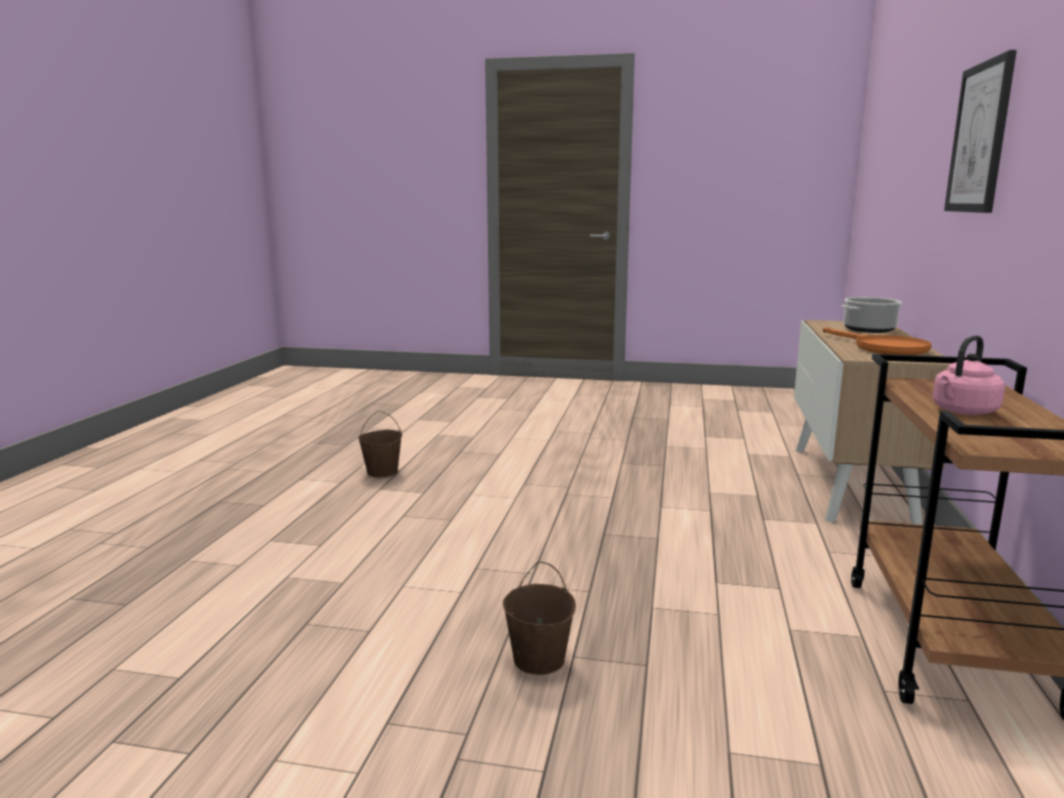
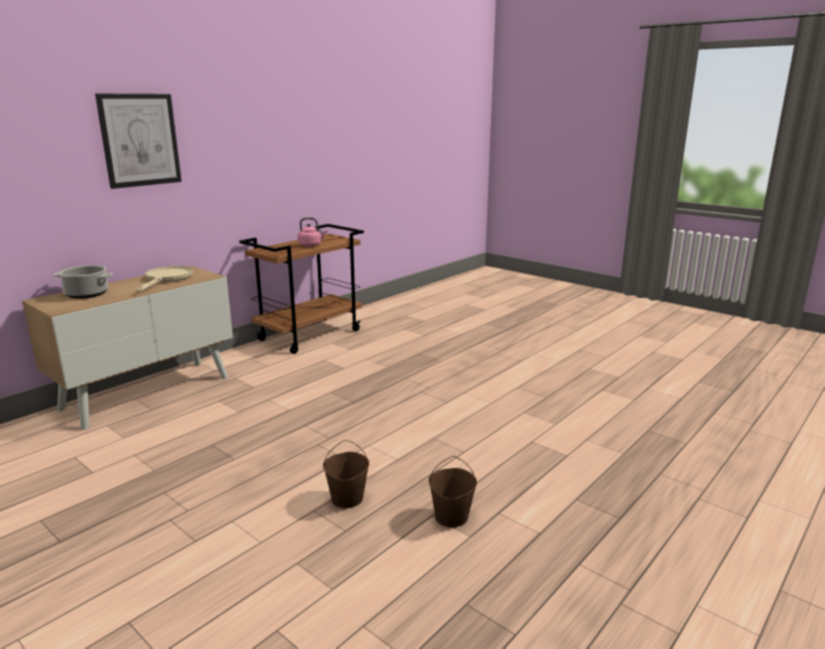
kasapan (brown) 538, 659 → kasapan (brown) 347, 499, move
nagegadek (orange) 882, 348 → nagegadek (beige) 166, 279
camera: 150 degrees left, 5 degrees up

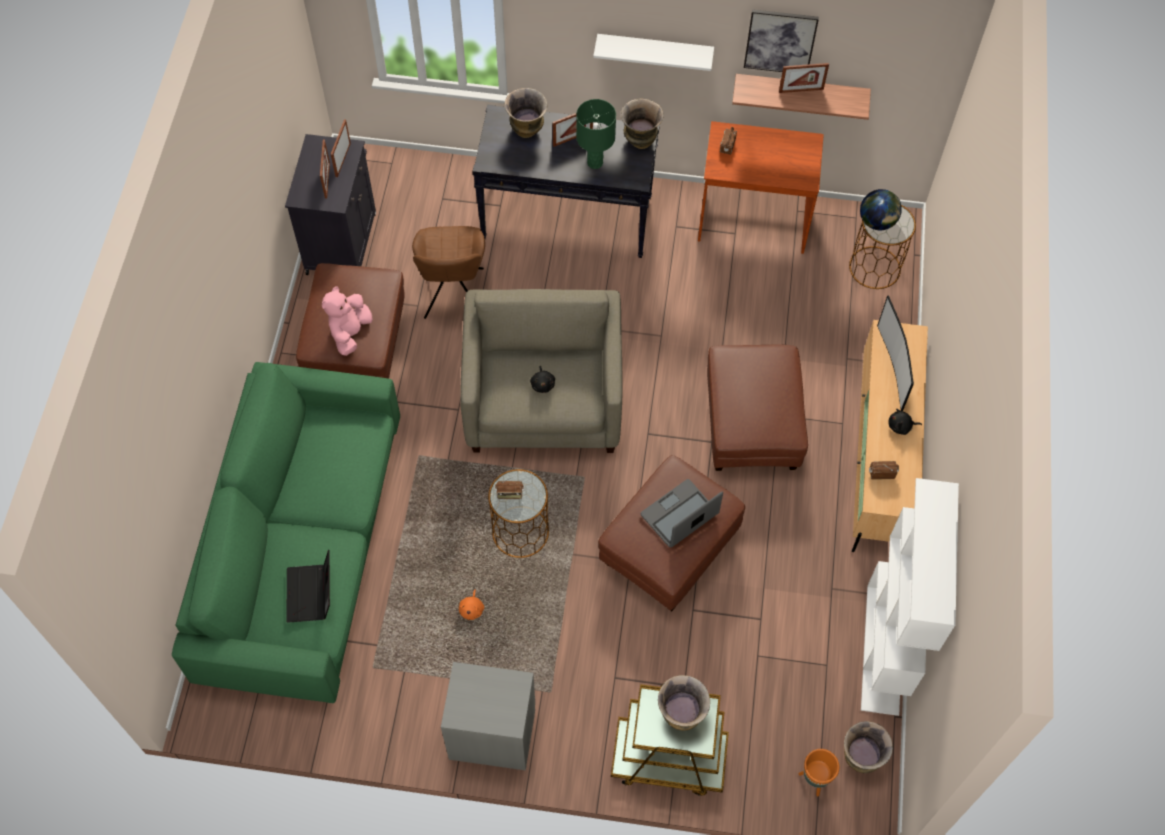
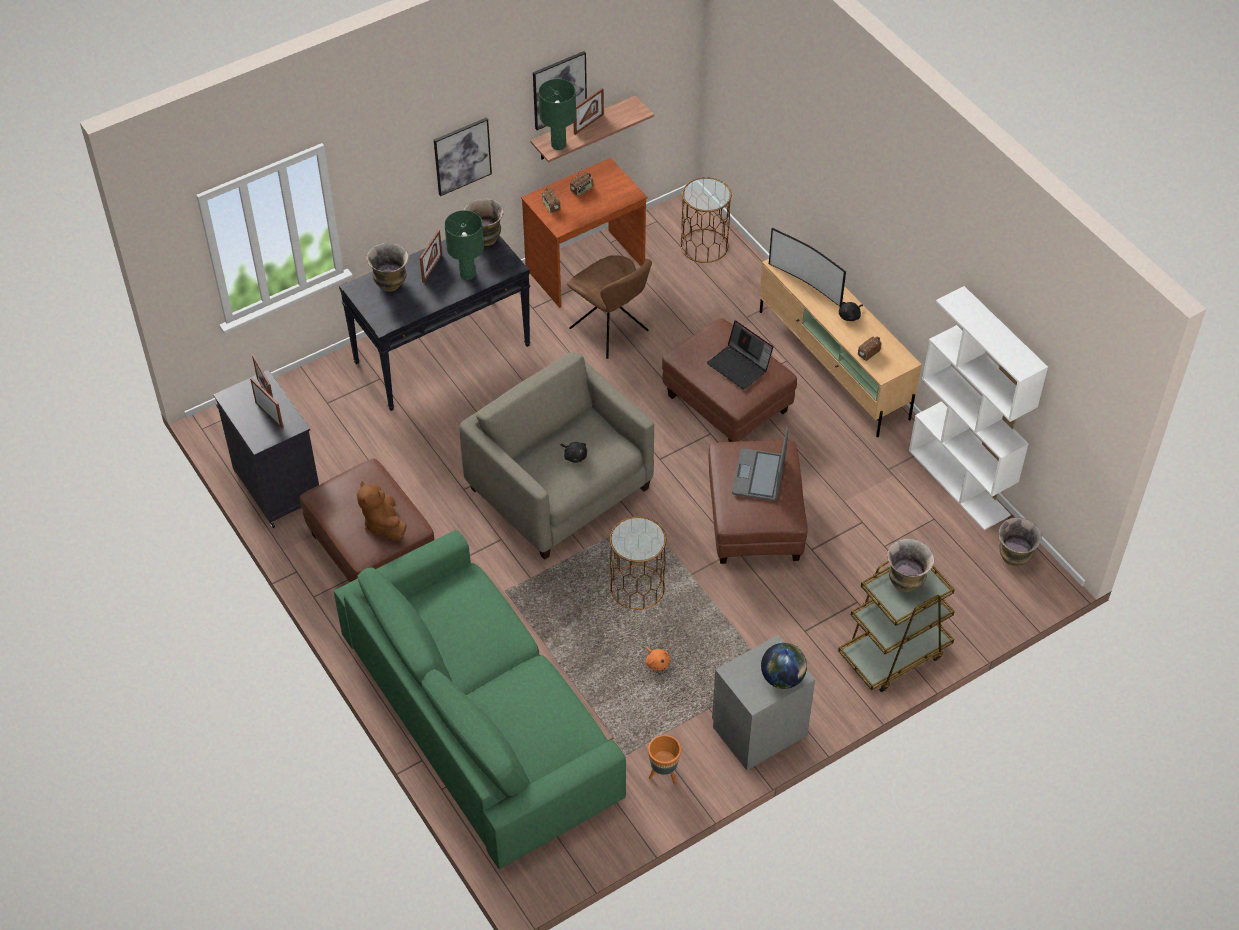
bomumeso 311, 594 → bomumeso 740, 366, move
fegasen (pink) 350, 332 → fegasen (brown) 383, 523
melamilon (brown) 453, 296 → melamilon (brown) 611, 331, move
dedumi 509, 494 → dedumi 582, 190, move
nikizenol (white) 654, 51 → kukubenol 462, 156
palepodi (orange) 814, 780 → palepodi (orange) 663, 774, move
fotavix 877, 222 → fotavix 782, 678, move
- → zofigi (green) 558, 145
camera: 40 degrees left, 10 degrees down

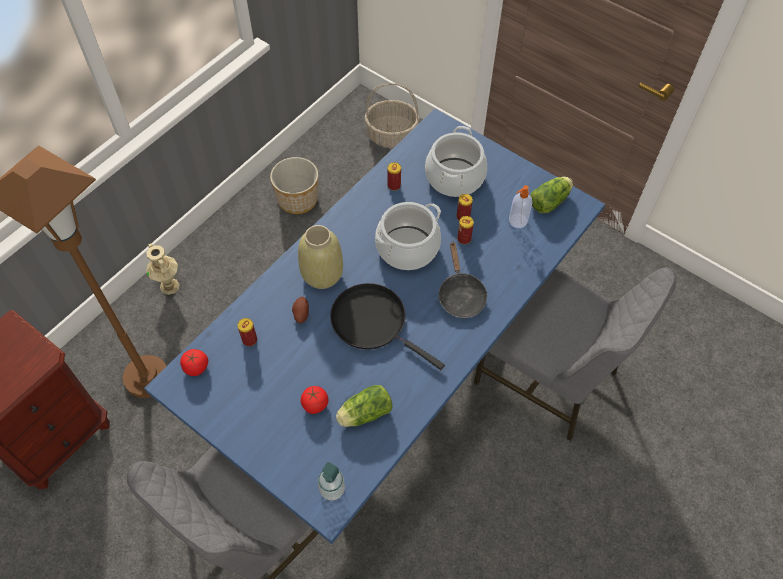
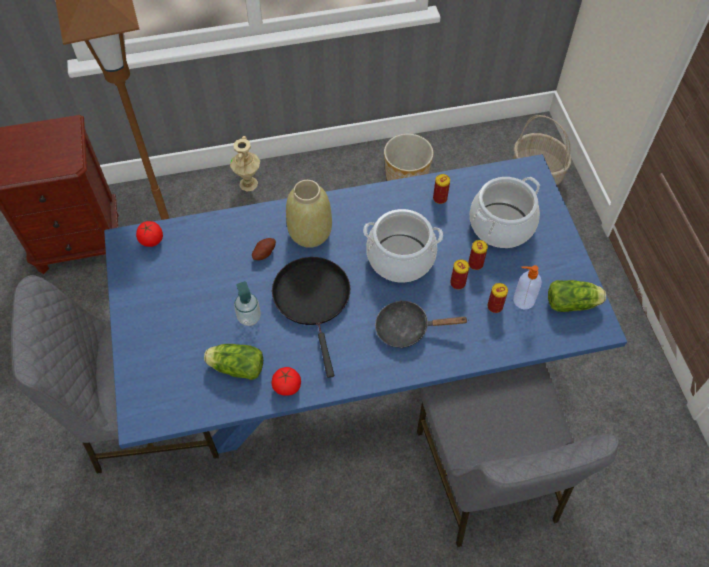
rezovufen 249, 340 → rezovufen 495, 306, move
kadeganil 315, 404 → kadeganil 287, 386, move
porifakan 332, 489 → porifakan 249, 317, move
nagegadek (black) 460, 295 → nagegadek (black) 407, 328, 60 degrees clockwise
camera: 40 degrees right, 0 degrees up

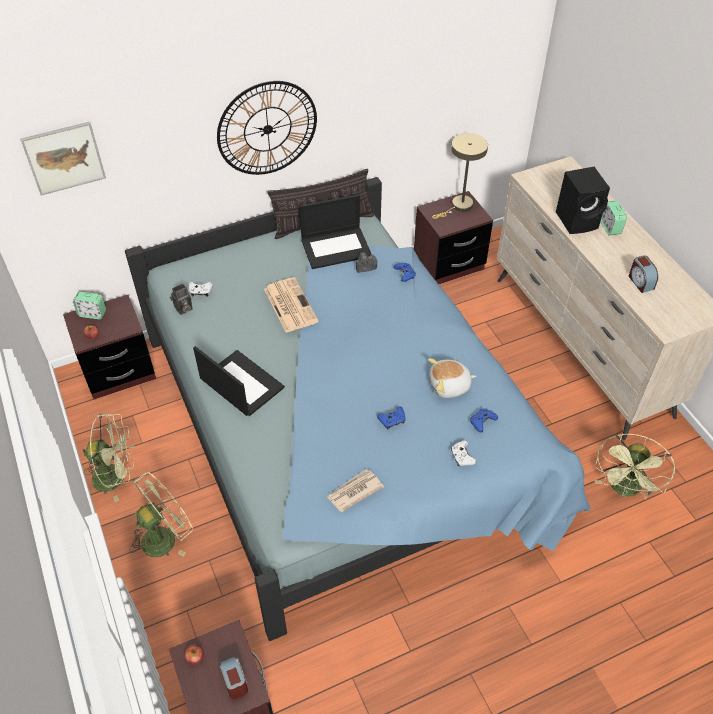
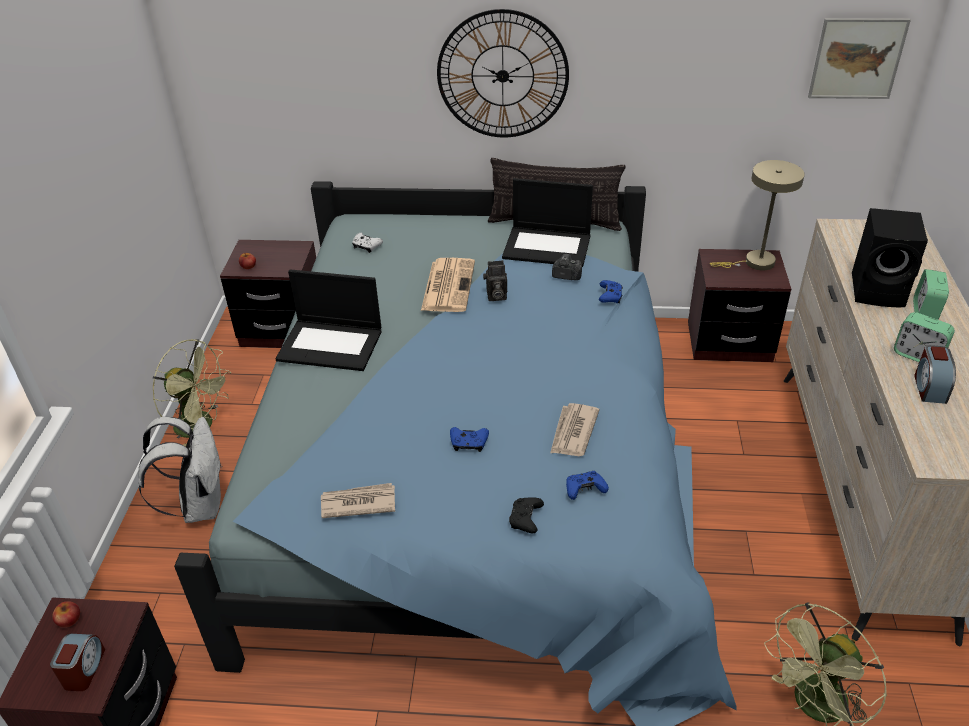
kukubenol 64, 158 → kukubenol 857, 58, move
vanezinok 92, 314 → vanezinok 917, 355, move
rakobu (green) 164, 536 → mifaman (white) 199, 505
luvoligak 183, 309 → luvoligak 495, 296, move
bomumeso 240, 383 → bomumeso 331, 344, 120 degrees clockwise
fegasen 449, 386 → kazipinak 573, 432
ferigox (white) 462, 457 → ferigox (black) 525, 519
camera: 30 degrees right, 10 degrees down

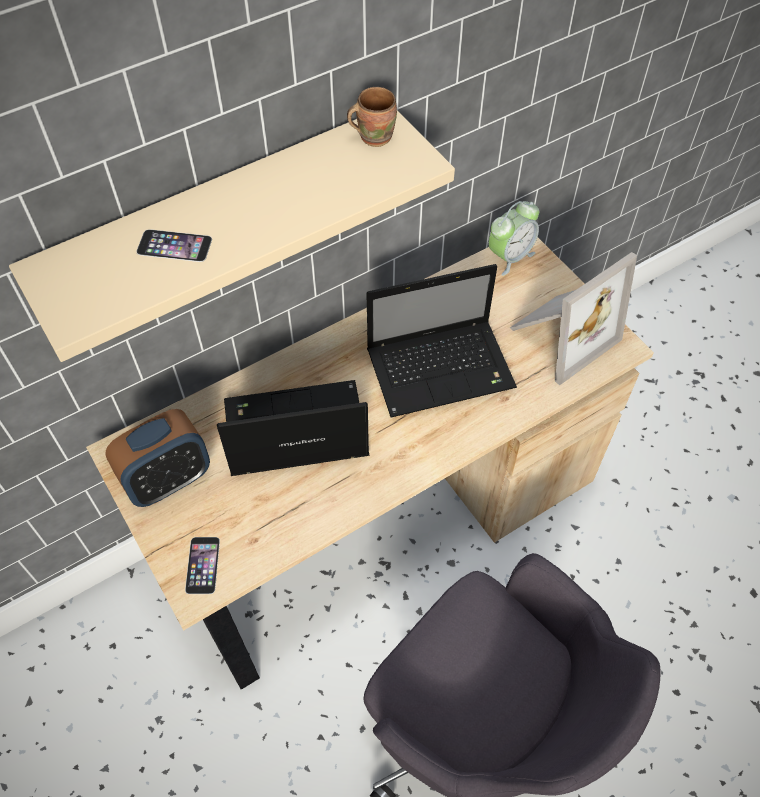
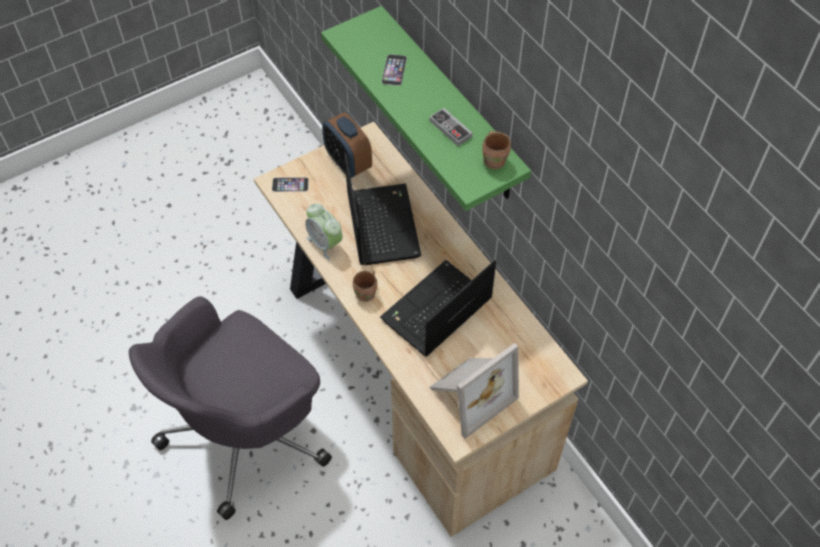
nikizenol (beige) 221, 219 → nikizenol (green) 450, 107
bomumeso 443, 368 → bomumeso 435, 312, 60 degrees clockwise
vanezinok 510, 257 → vanezinok 325, 243, move
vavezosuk 560, 335 → vavezosuk 469, 394, 90 degrees counterclockwise
- → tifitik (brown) 367, 293
- → ferigox 450, 129
camera: 90 degrees right, 0 degrees up

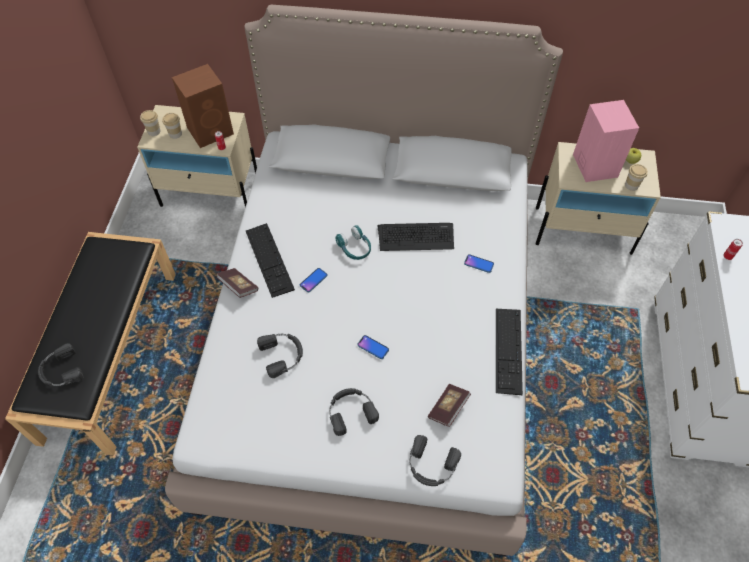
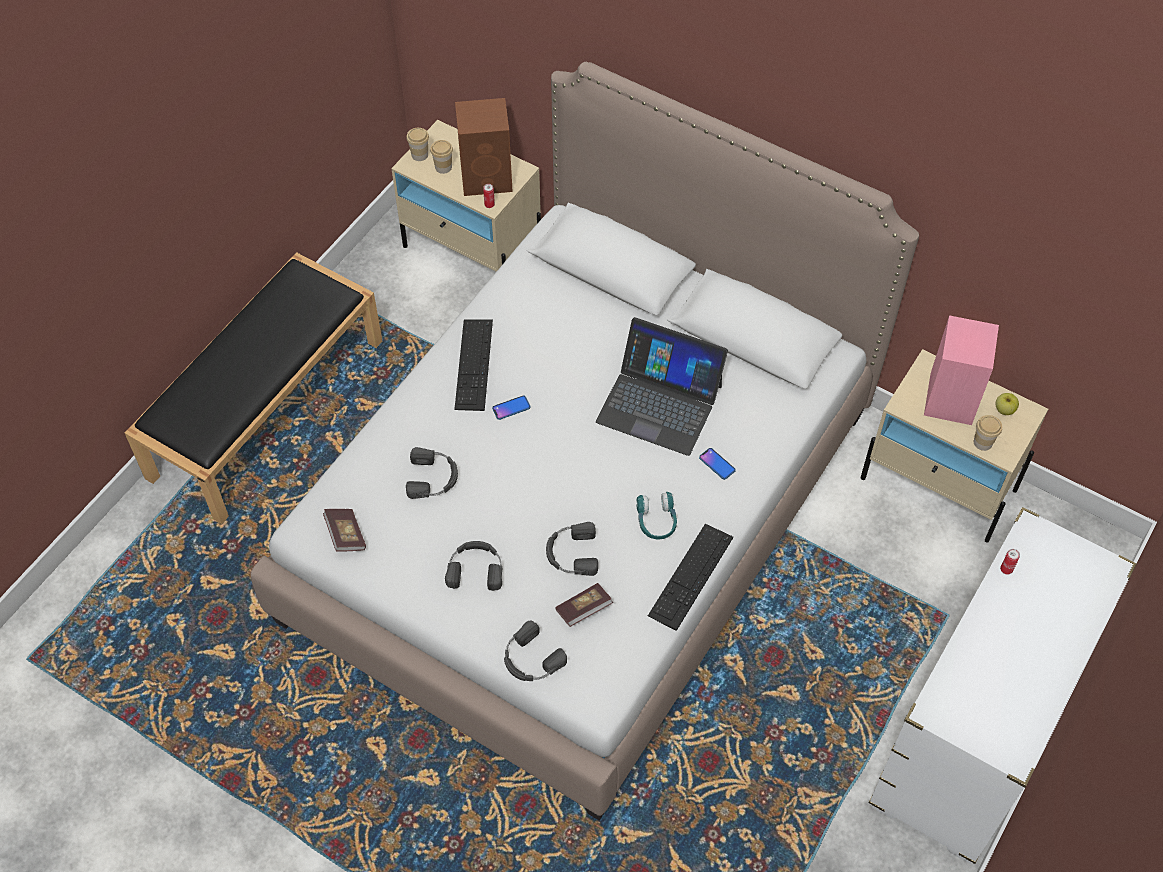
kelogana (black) 60, 370 → kelogana (black) 571, 553, move
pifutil 238, 287 → pifutil 345, 535, move
kelogana (turquoise) 354, 248 → kelogana (turquoise) 656, 521, move
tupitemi 373, 347 → -
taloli 416, 237 → bomumeso 659, 403
camera: 25 degrees right, 0 degrees up

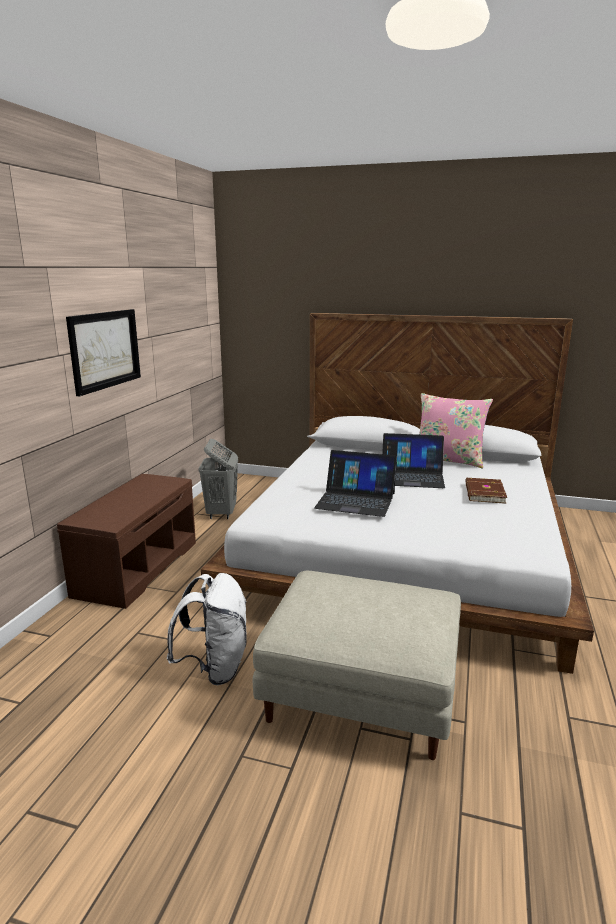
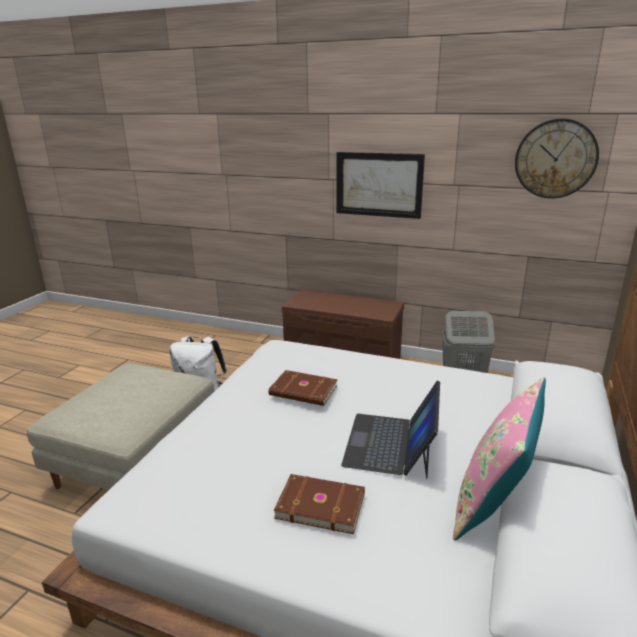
bomumeso 355, 500 → pifutil (brown) 303, 391
- → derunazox 555, 159
camera: 95 degrees right, 5 degrees up

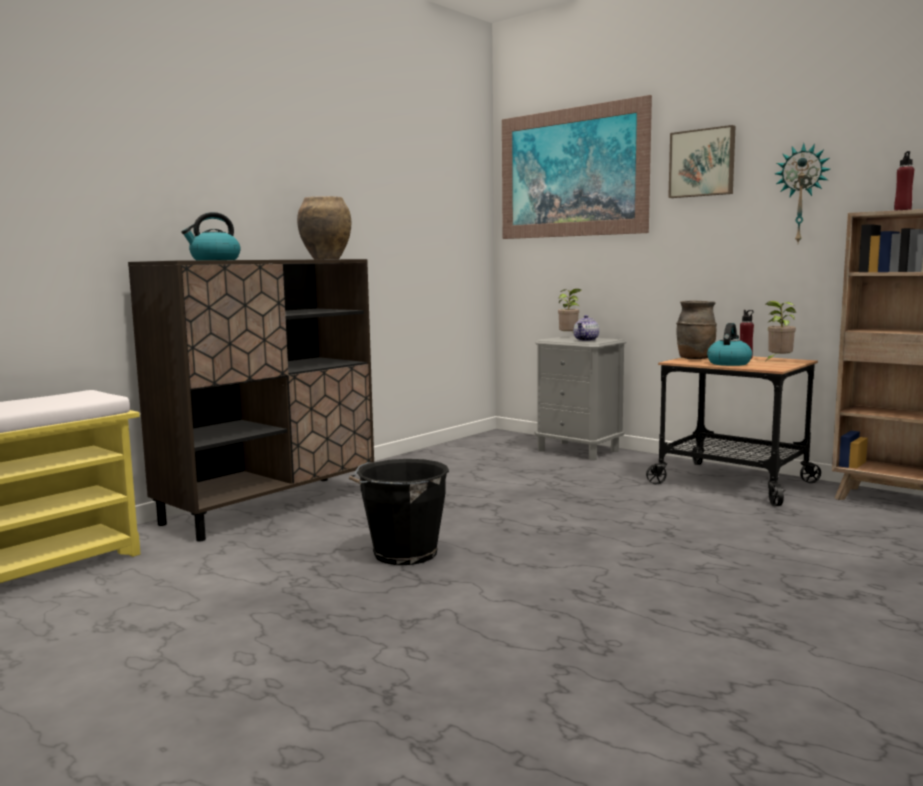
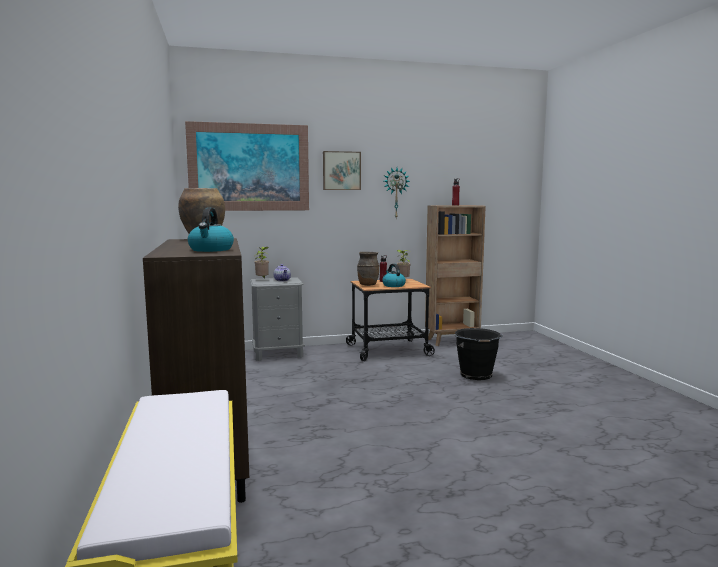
kasapan (black) 402, 554 → kasapan (black) 476, 375, move
camera: 55 degrees left, 0 degrees up

